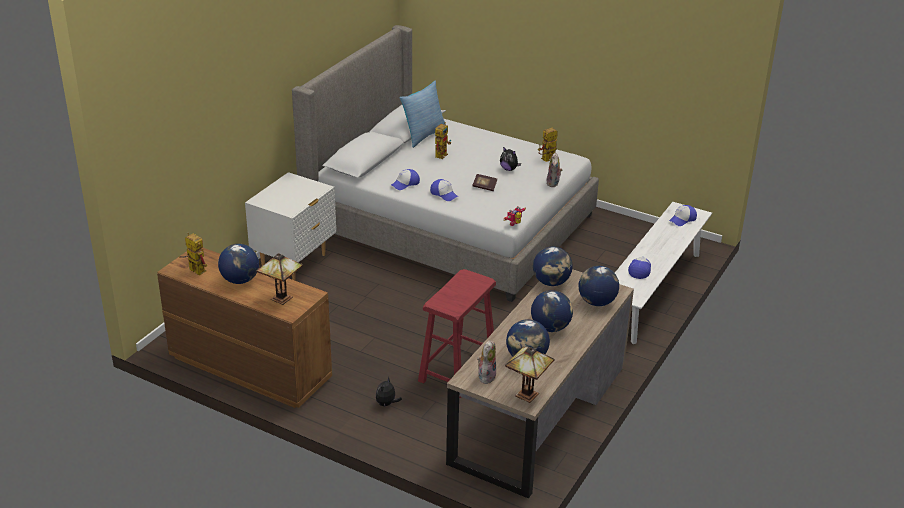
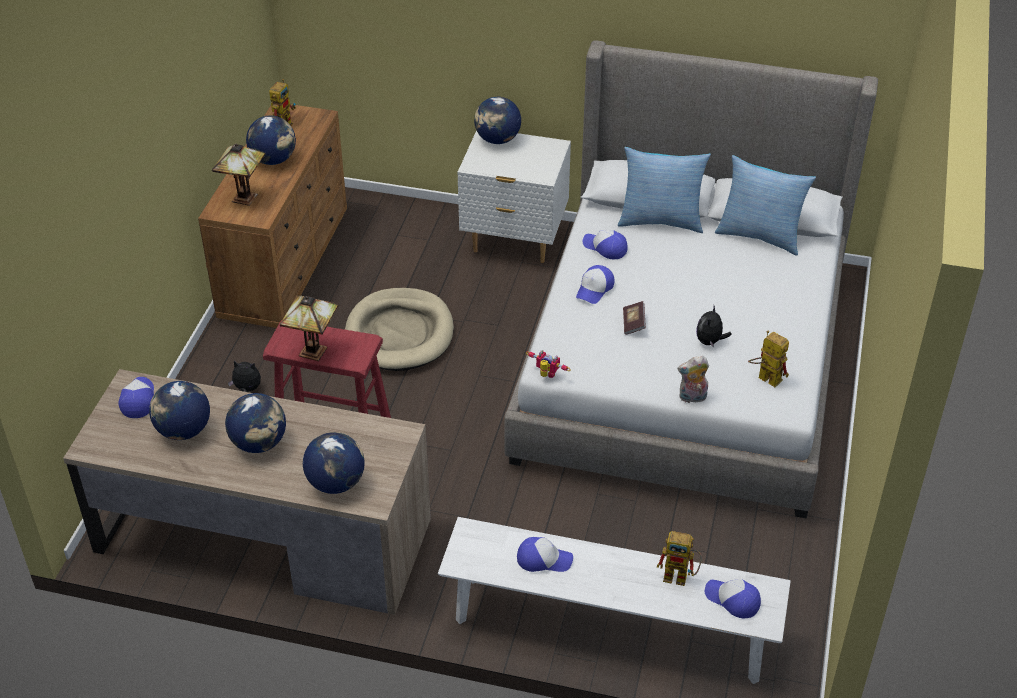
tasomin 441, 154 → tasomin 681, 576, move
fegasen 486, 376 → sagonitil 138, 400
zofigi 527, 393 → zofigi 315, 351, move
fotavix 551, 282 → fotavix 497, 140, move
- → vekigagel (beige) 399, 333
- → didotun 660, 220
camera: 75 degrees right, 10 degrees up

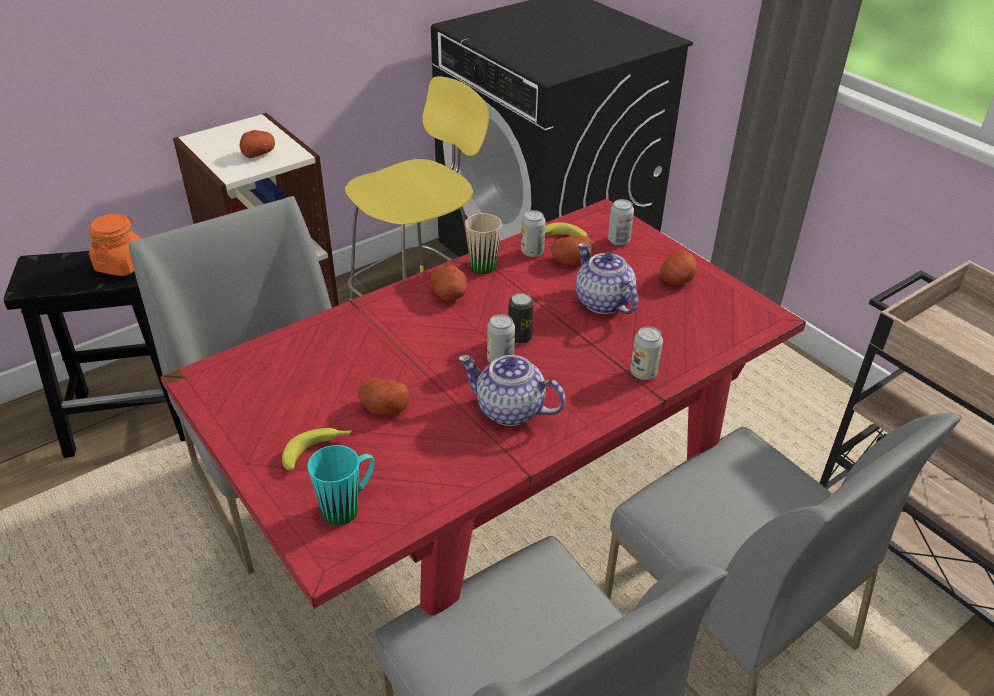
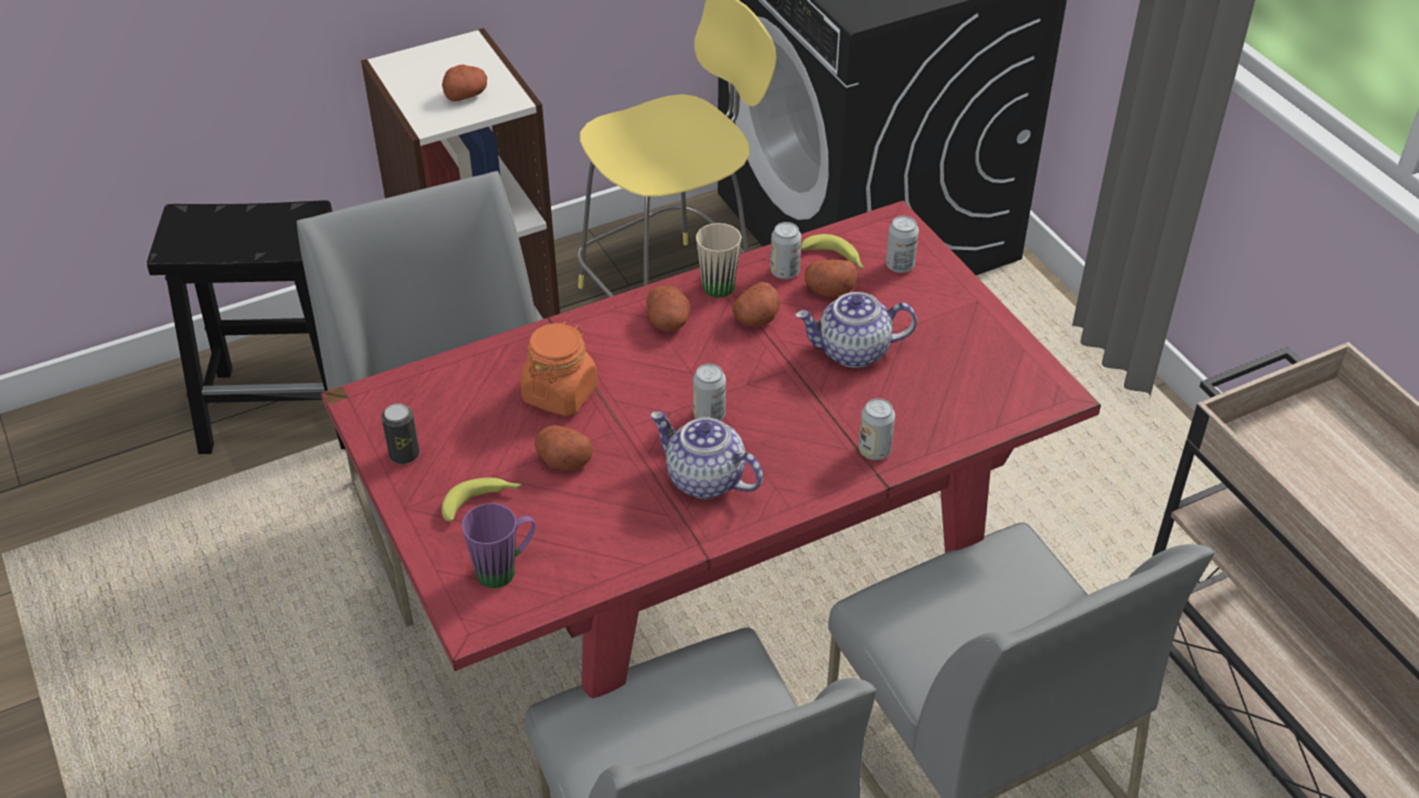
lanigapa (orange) 122, 265 → lanigapa (orange) 560, 393, move
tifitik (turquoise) 349, 506 → tifitik (purple) 505, 569
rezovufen 520, 337 → rezovufen 404, 454, move
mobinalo 602, 302 → mobinalo 853, 351, 75 degrees counterclockwise
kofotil 677, 280 → kofotil 756, 318, move
camera: 10 degrees right, 5 degrees up

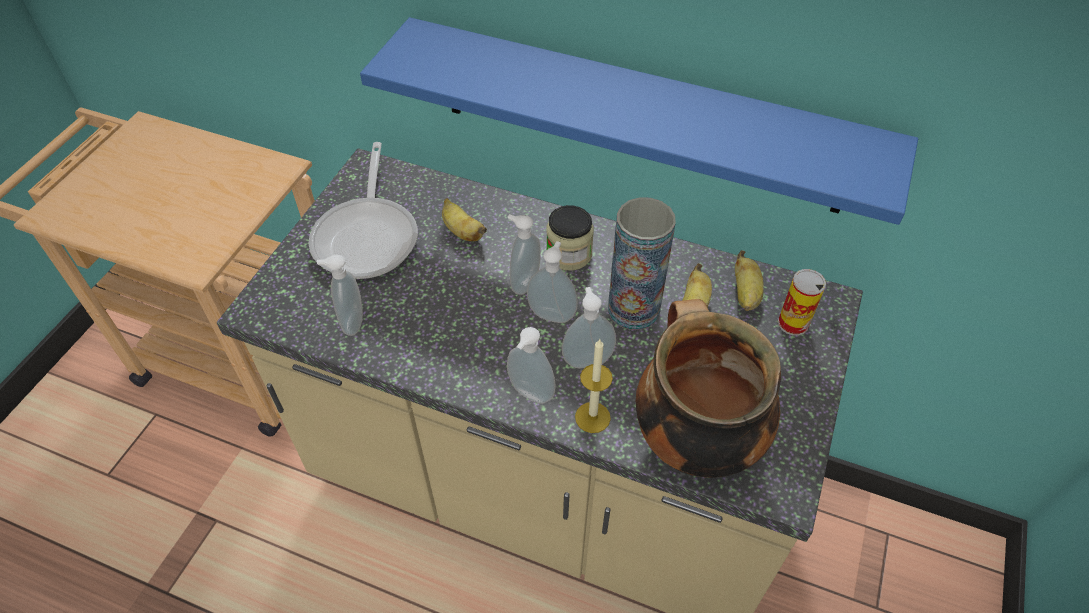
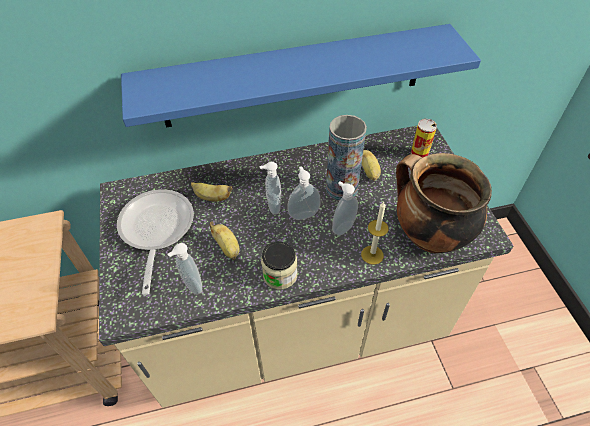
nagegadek 368, 236 → nagegadek 156, 230, 150 degrees counterclockwise
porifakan 529, 395 → -
lanigapa 569, 254 → lanigapa 280, 275, move
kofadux 745, 294 → kofadux 227, 247, move
camera: 35 degrees left, 0 degrees up

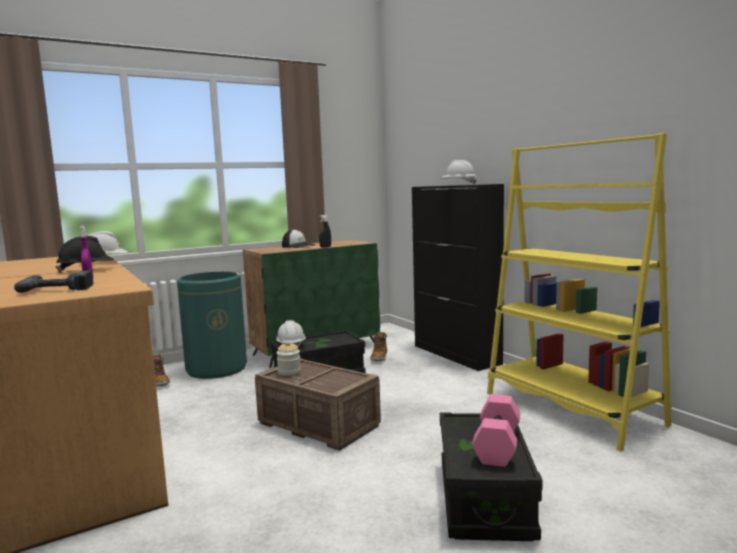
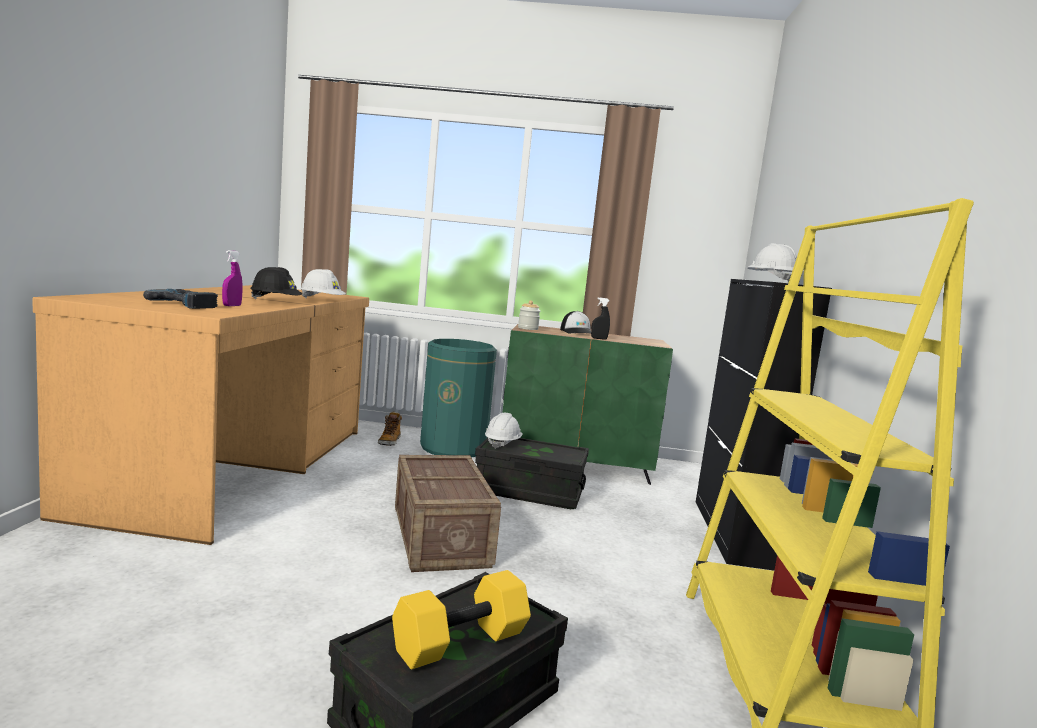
lanigapa 289, 372 → lanigapa 528, 328, move
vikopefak 379, 357 → -
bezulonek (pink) 498, 446 → bezulonek (yellow) 460, 643
camera: 35 degrees right, 0 degrees up

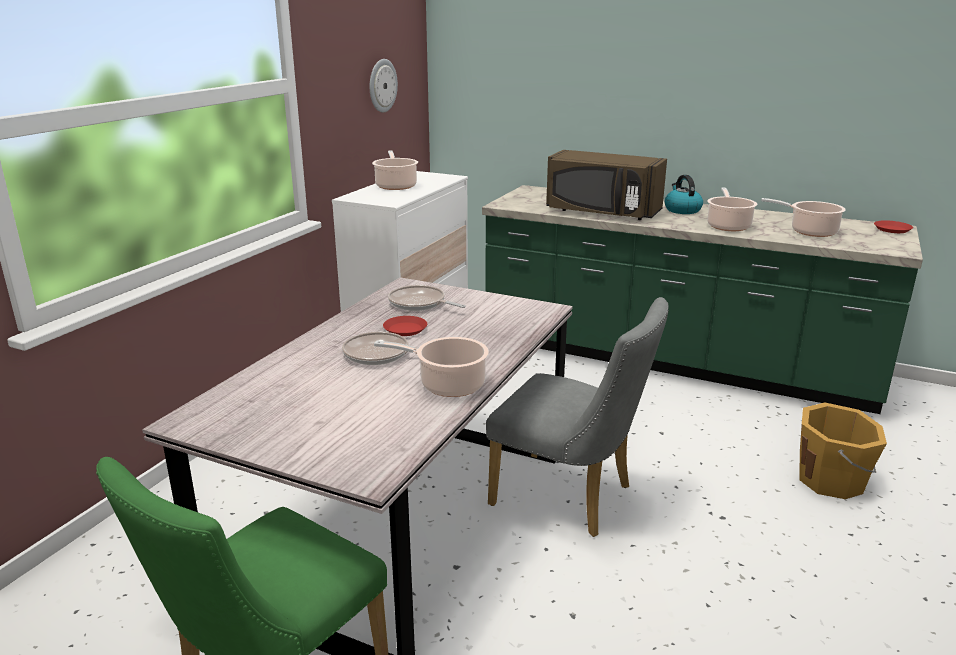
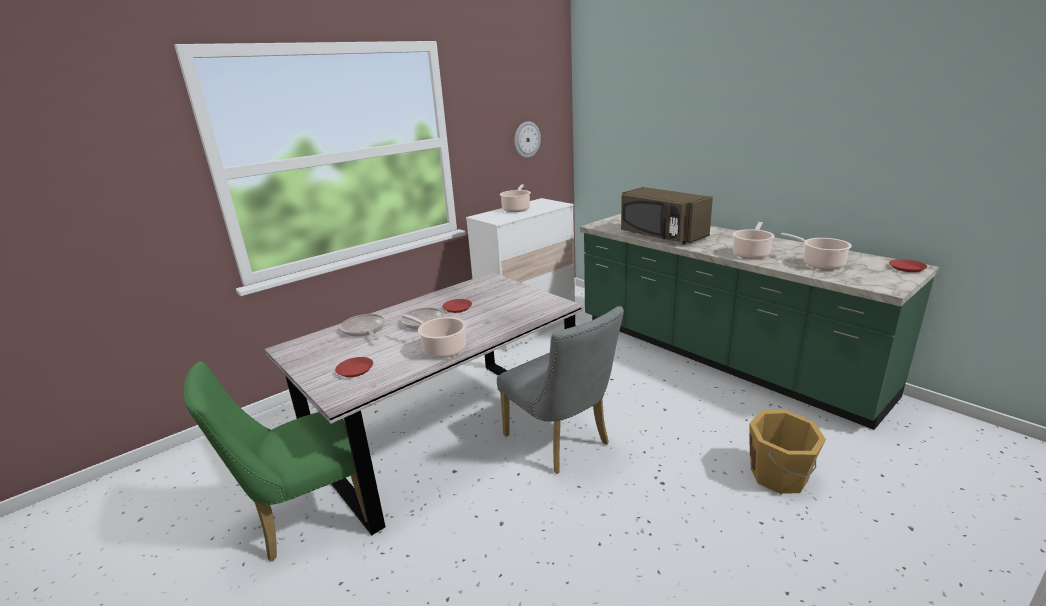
nagegadek 419, 304 → nagegadek 364, 330, move
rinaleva 682, 210 → -
- → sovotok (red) 355, 370
camera: 25 degrees right, 0 degrees up

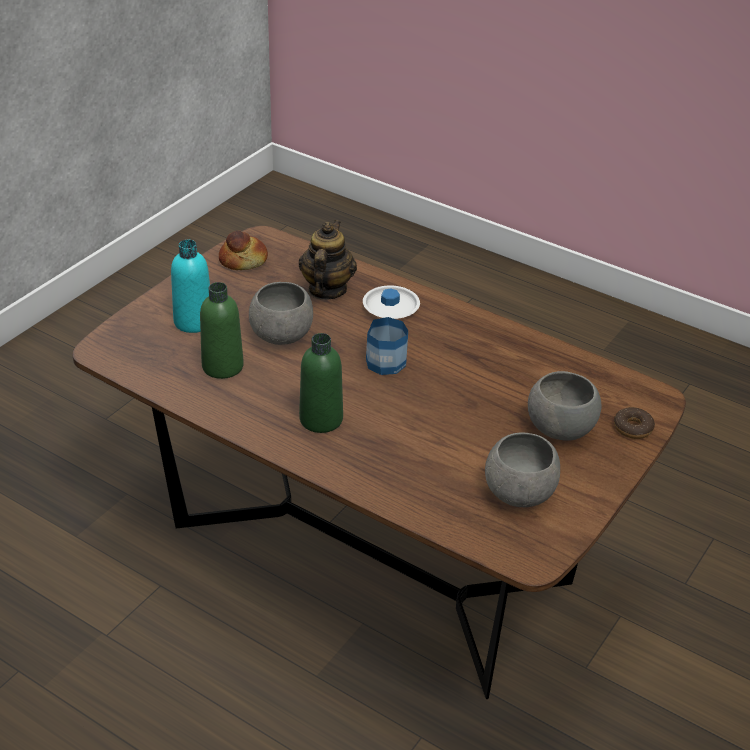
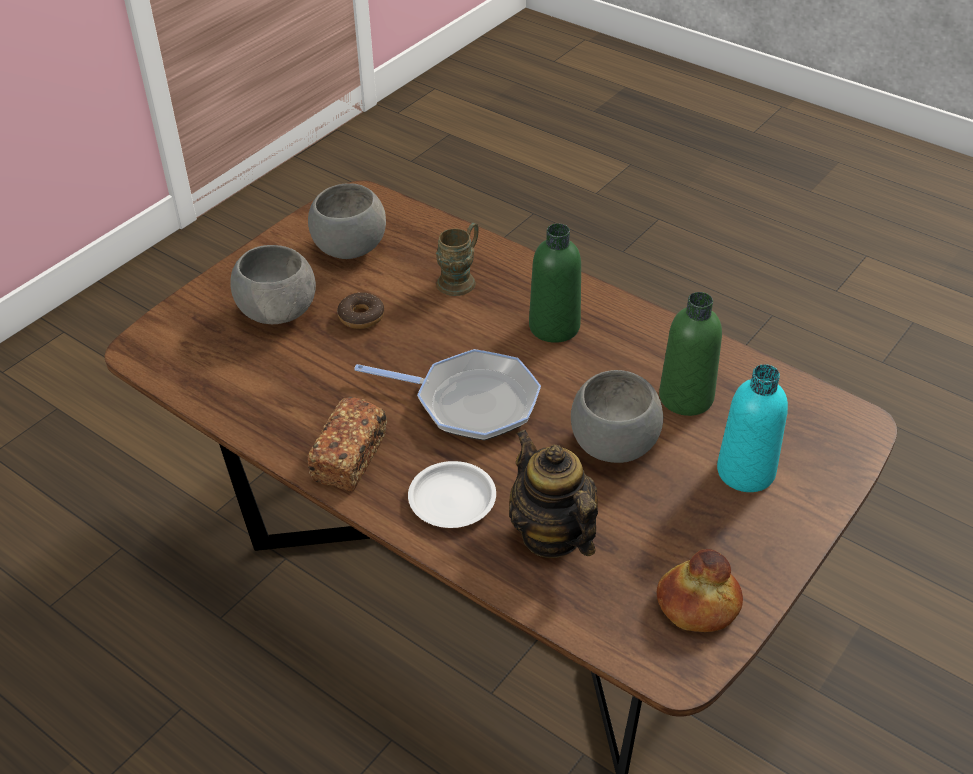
mobinalo 326, 290 → mobinalo 551, 534, 135 degrees clockwise
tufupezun 385, 362 → nagegadek 470, 402
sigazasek 633, 428 → sigazasek 361, 316, move
- → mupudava 350, 458
- → tifitik (brown) 461, 279
camera: 175 degrees left, 5 degrees up

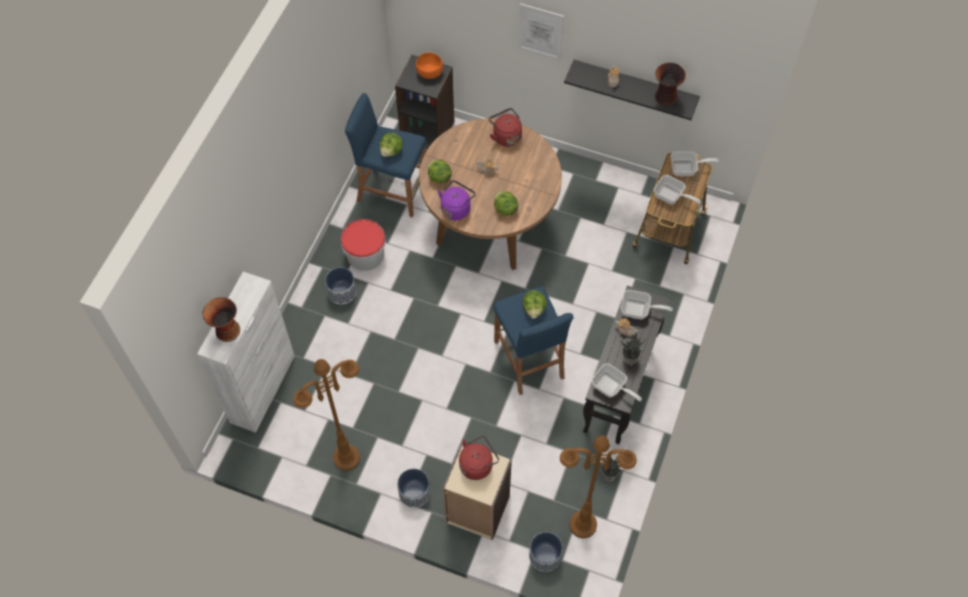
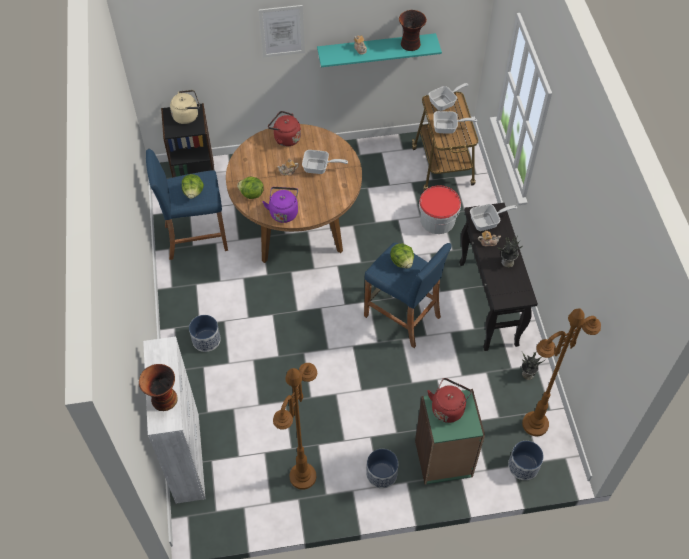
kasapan 365, 254 → kasapan 437, 220, move
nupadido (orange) 430, 73 → rinaleva (beige) 187, 115
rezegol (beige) 477, 510 → rezegol (green) 443, 459
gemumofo 505, 209 → -
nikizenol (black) 634, 86 → nikizenol (turquoise) 376, 49
nagegadek 611, 388 → nagegadek 319, 168, move
camera: 30 degrees left, 5 degrees down

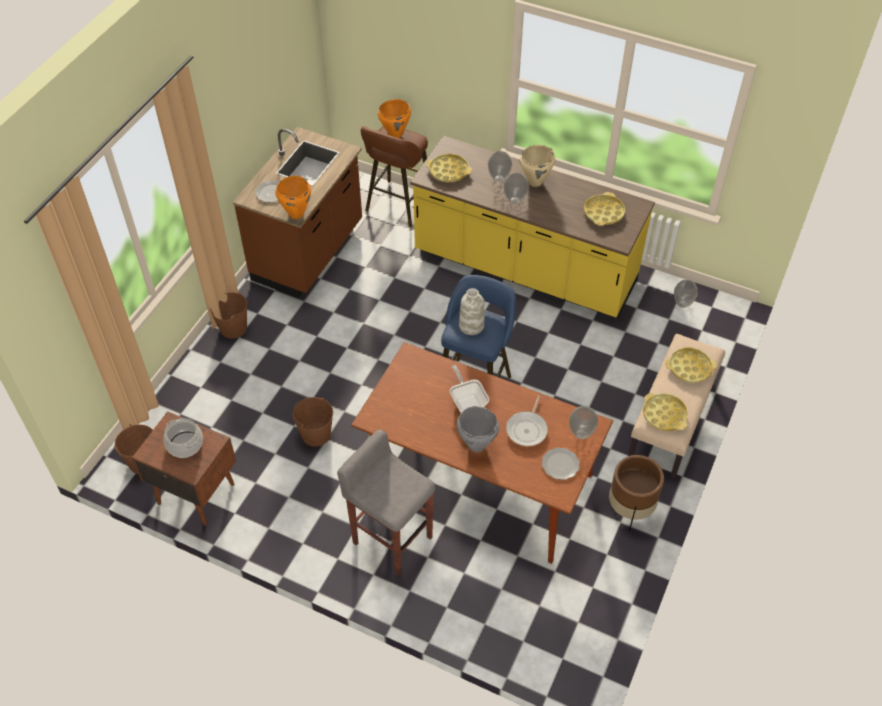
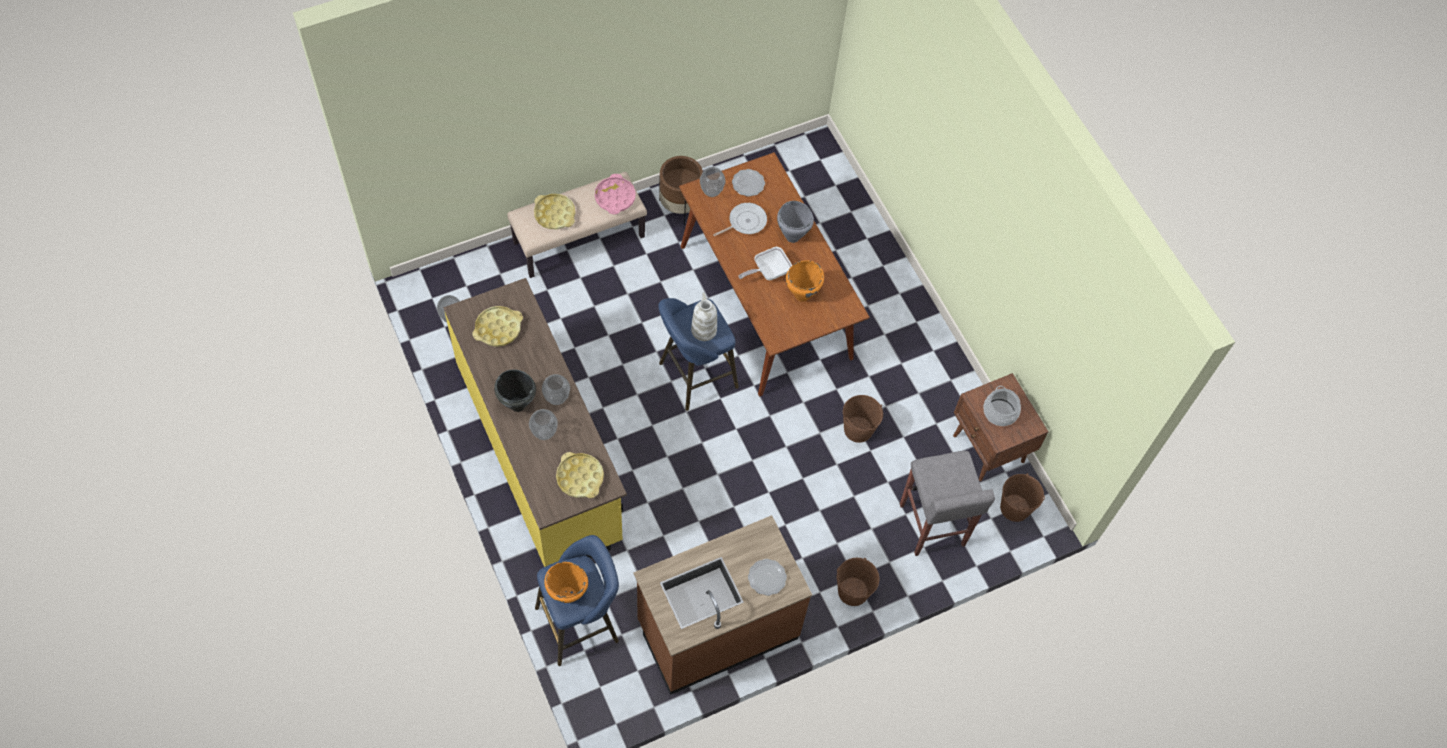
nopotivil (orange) 296, 214 → nopotivil (orange) 802, 295, move
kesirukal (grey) 392, 538 → kesirukal (grey) 931, 526, move
kesirukal (brown) 397, 206 → kesirukal (blue) 581, 622
nagegadek 467, 401 → nagegadek 768, 272, 45 degrees clockwise
nopotivil (beige) 535, 182 → nopotivil (black) 517, 404
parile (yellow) 664, 415 → parile (pink) 615, 197
camera: 145 degrees left, 10 degrees up

